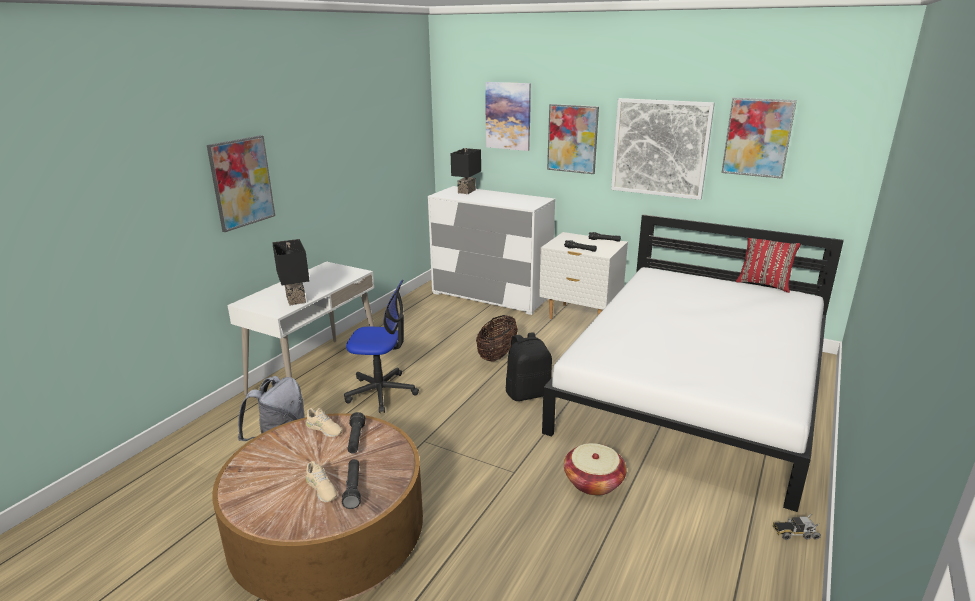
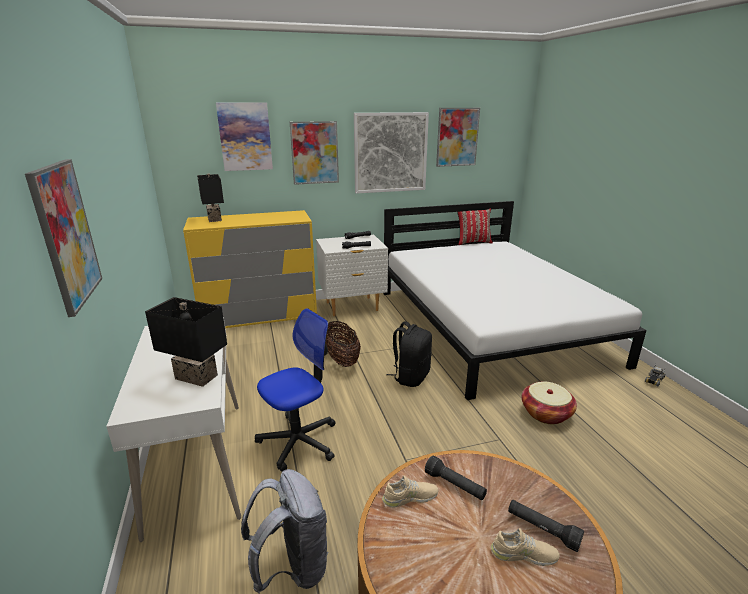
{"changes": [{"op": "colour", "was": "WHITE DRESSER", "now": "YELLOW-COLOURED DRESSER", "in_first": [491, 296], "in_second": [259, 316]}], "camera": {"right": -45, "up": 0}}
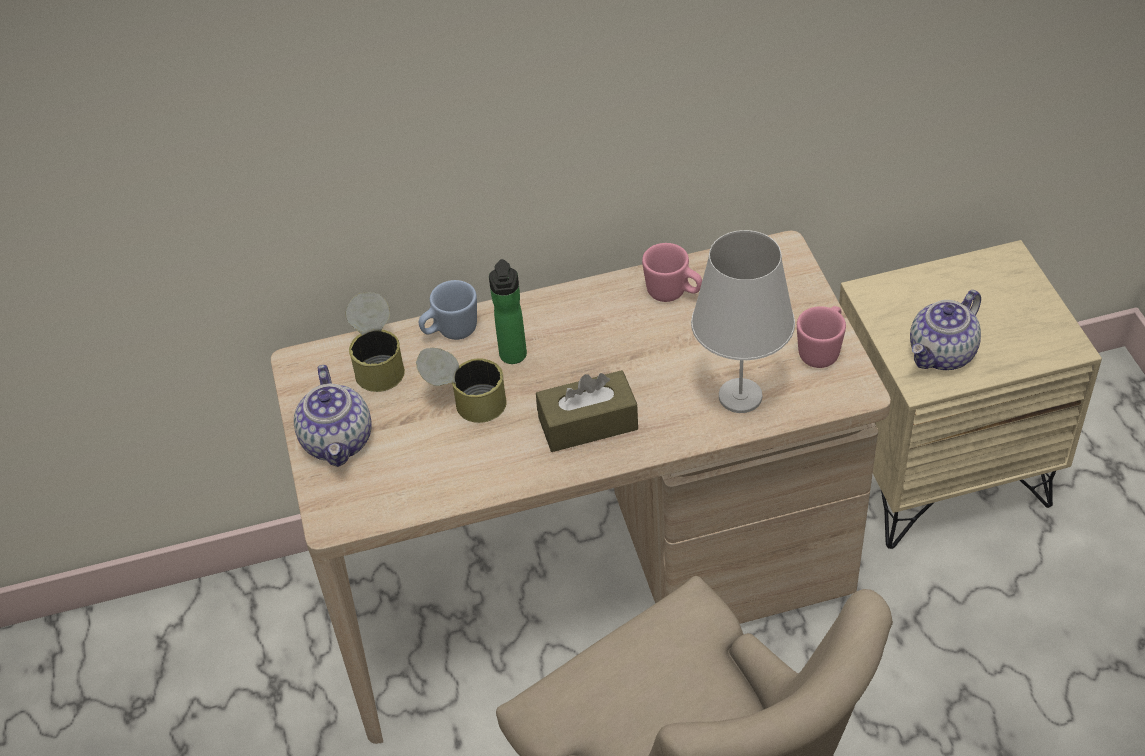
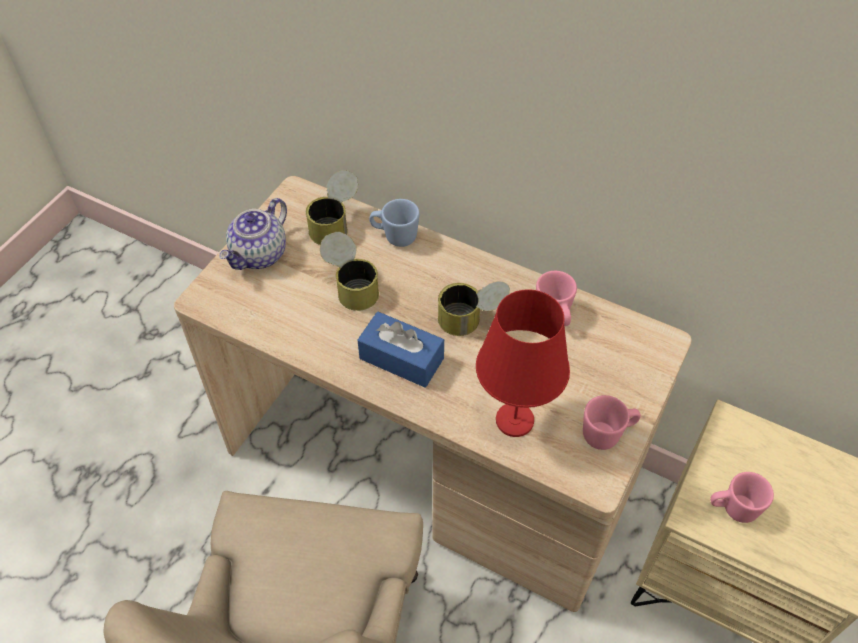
{"changes": [{"op": "colour", "was": "BROWN TISSUE HOLDER", "now": "BLUE-COLOURED TISSUE HOLDER", "in_first": [588, 423], "in_second": [401, 358]}, {"op": "appeared", "now": "METAL CAN", "in_second": [471, 320]}, {"op": "colour", "was": "WHITE TABLE LAMP", "now": "RED TABLE LAMP", "in_first": [741, 396], "in_second": [515, 420]}, {"op": "exchanged", "was": "TEA POT", "now": "PINK-COLOURED COFFEE MUG", "in_first": [942, 354], "in_second": [733, 509]}, {"op": "missing", "was": "DRINK BOTTLE", "in_first": [513, 358]}], "camera": {"right": 40, "up": 5}}
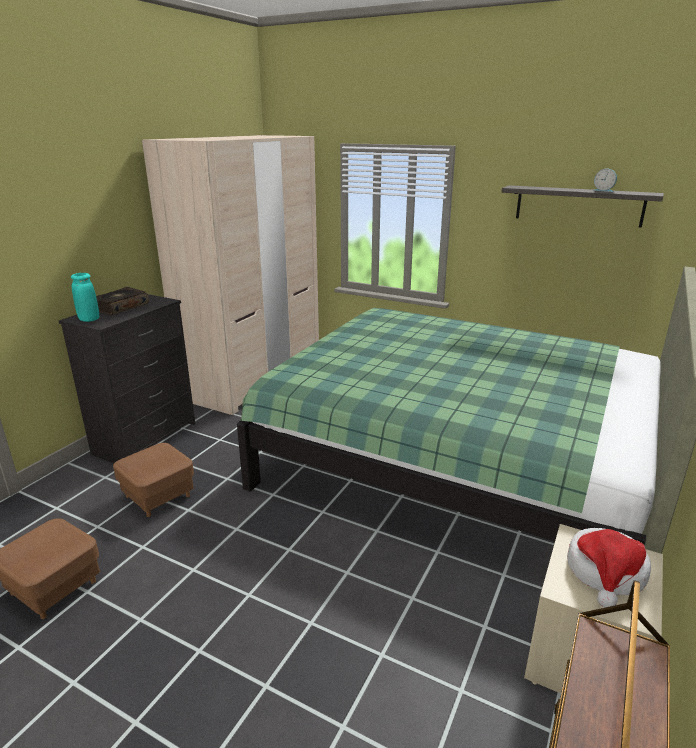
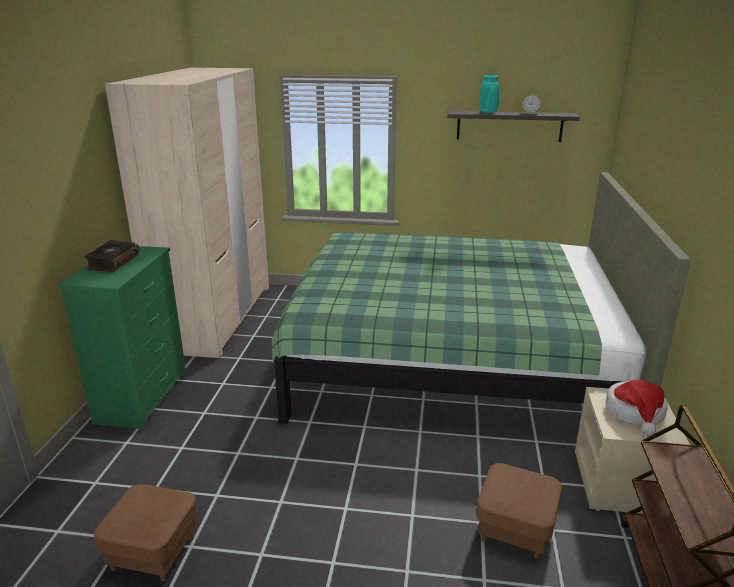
{"changes": [{"op": "colour", "was": "BLACK-COLOURED DRESSER", "now": "GREEN DRESSER", "in_first": [146, 438], "in_second": [143, 396]}, {"op": "relocated", "was": "BROWN POUFFE", "in_first": [158, 496], "in_second": [515, 529]}, {"op": "relocated", "was": "TURQUOISE VASE", "in_first": [89, 320], "in_second": [488, 112]}], "camera": {"right": -20, "up": 0}}
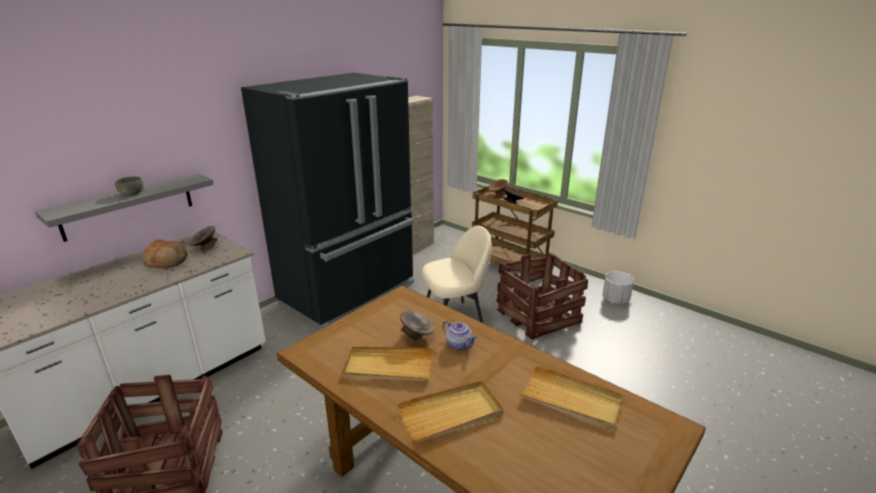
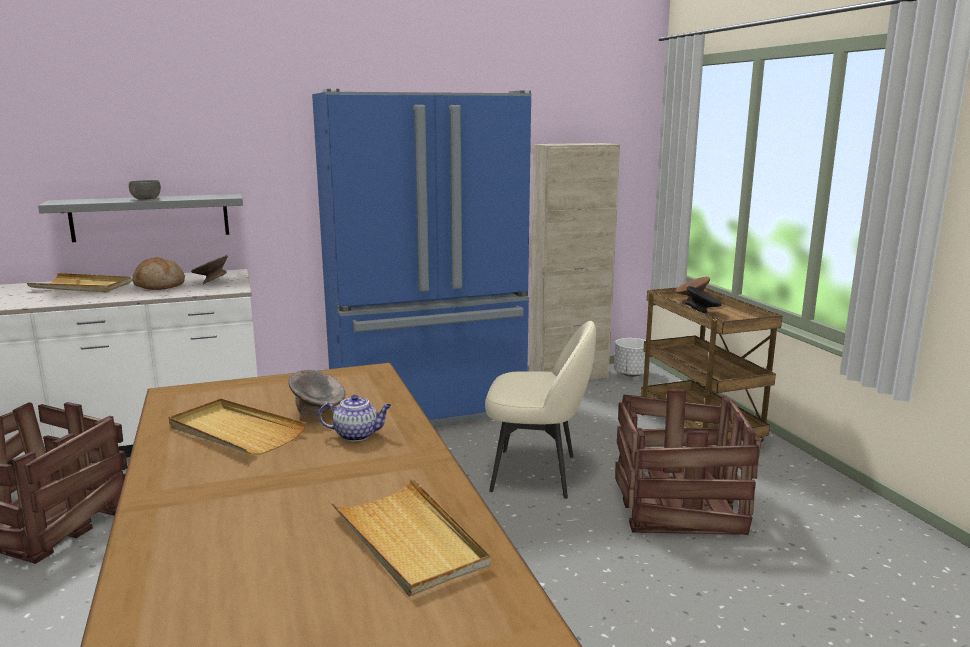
{"changes": [{"op": "relocated", "was": "BEIGE-COLOURED SERVING TRAY", "in_first": [450, 413], "in_second": [82, 286]}, {"op": "colour", "was": "BLACK-COLOURED REFRIGERATOR", "now": "BLUE-COLOURED REFRIGERATOR", "in_first": [350, 293], "in_second": [428, 408]}, {"op": "spun", "was": "TEA POT", "in_first": [459, 345], "in_second": [357, 435], "clockwise": -75}, {"op": "relocated", "was": "WHITE PLANT POT", "in_first": [615, 299], "in_second": [631, 374]}], "camera": {"right": 30, "up": -10}}
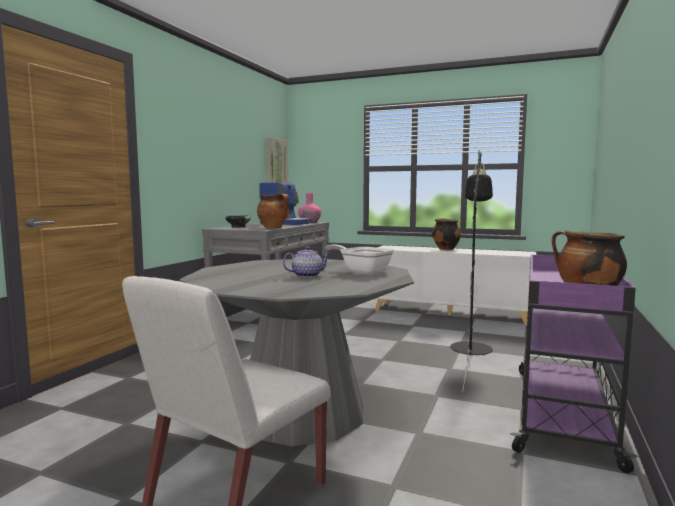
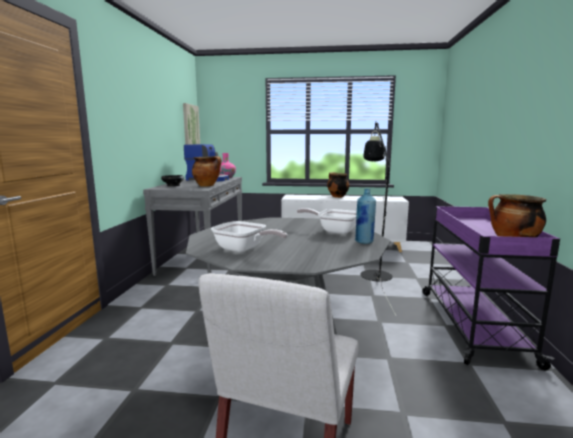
{"changes": [{"op": "appeared", "now": "PAN", "in_second": [244, 249]}, {"op": "appeared", "now": "BLUE-COLOURED DRINK BOTTLE", "in_second": [364, 242]}, {"op": "missing", "was": "TEA POT", "in_first": [307, 275]}], "camera": {"right": -15, "up": 5}}
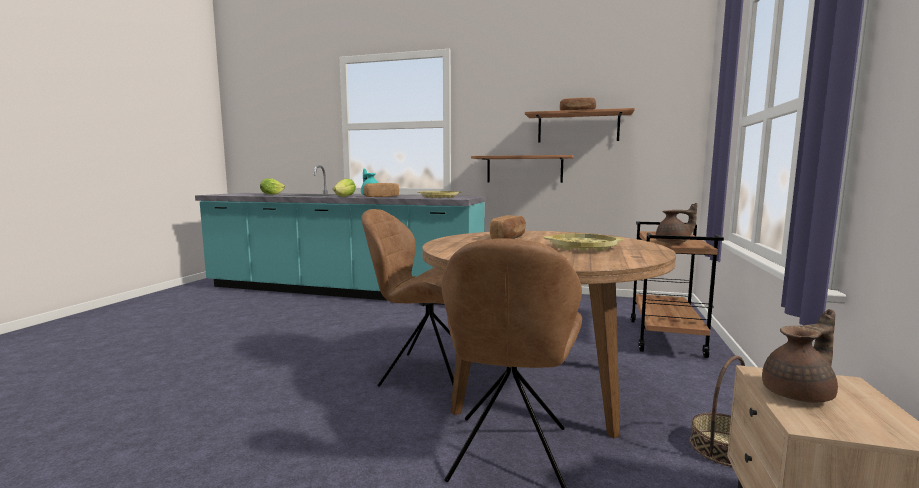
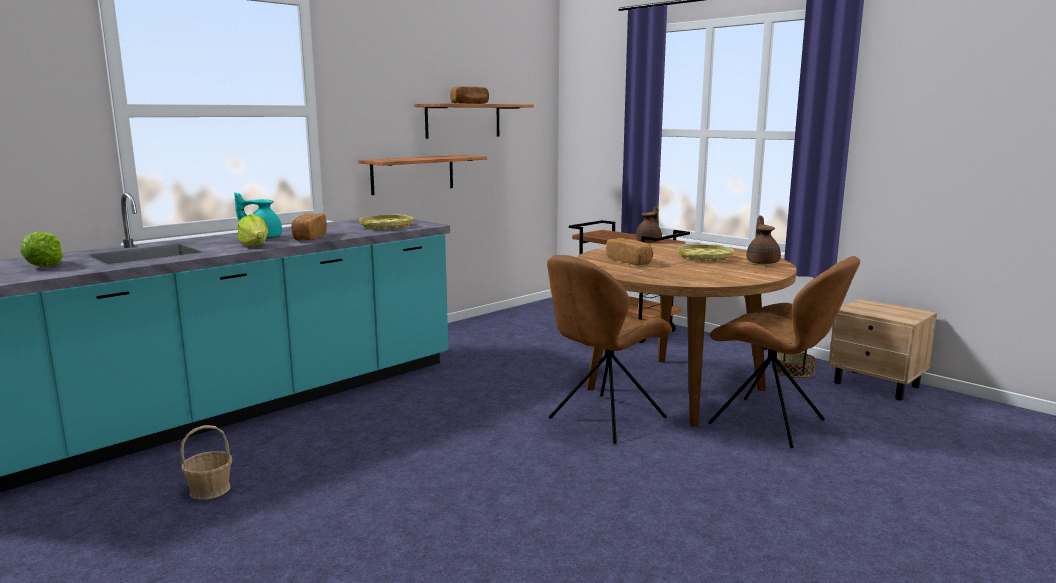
{"changes": [{"op": "appeared", "now": "HOUSEHOLD BASKET", "in_second": [210, 489]}, {"op": "relocated", "was": "BROWN TEA POT", "in_first": [799, 394], "in_second": [762, 262]}], "camera": {"right": -60, "up": 5}}
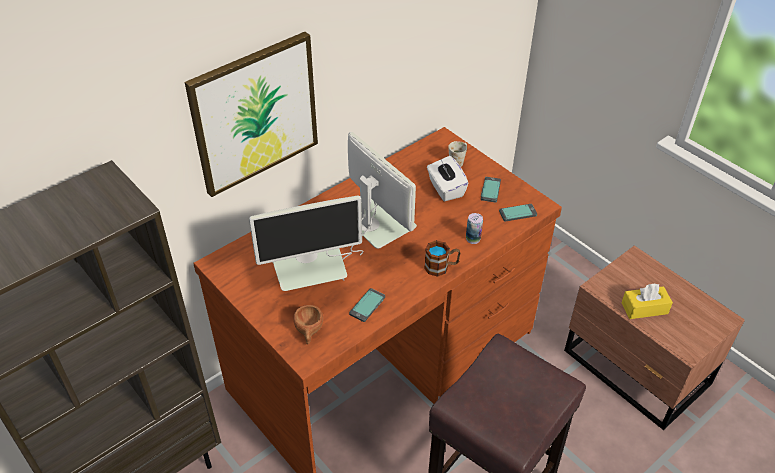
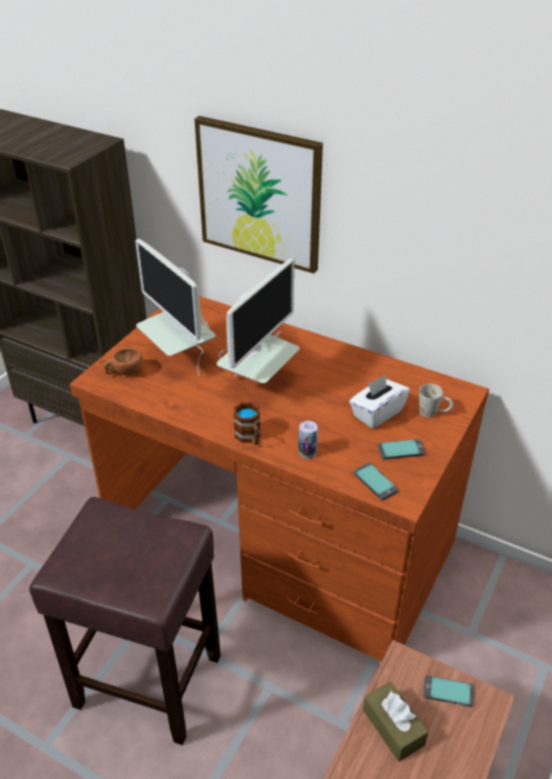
{"changes": [{"op": "colour", "was": "YELLOW-COLOURED TISSUE HOLDER", "now": "BROWN TISSUE HOLDER", "in_first": [644, 308], "in_second": [393, 727]}, {"op": "relocated", "was": "HANDSET", "in_first": [367, 305], "in_second": [448, 692]}], "camera": {"right": 70, "up": -5}}
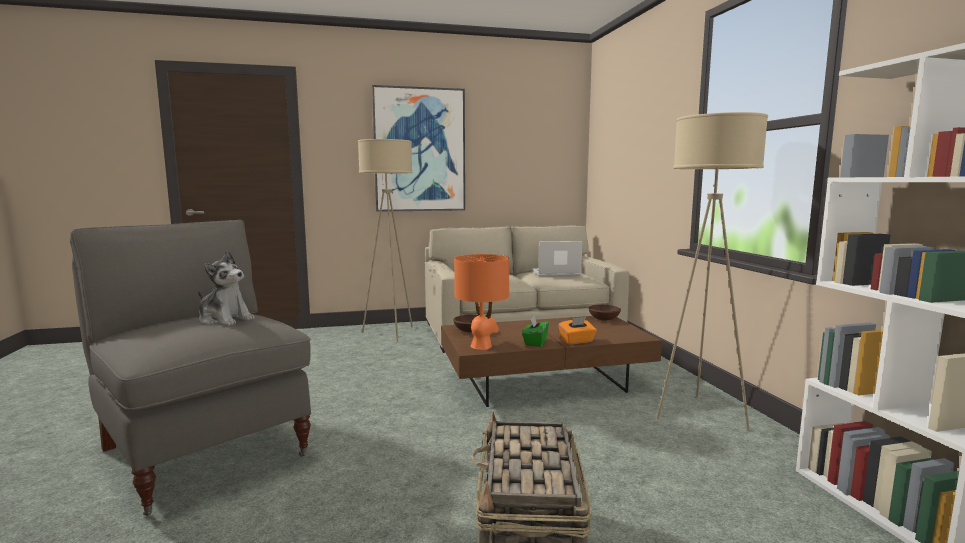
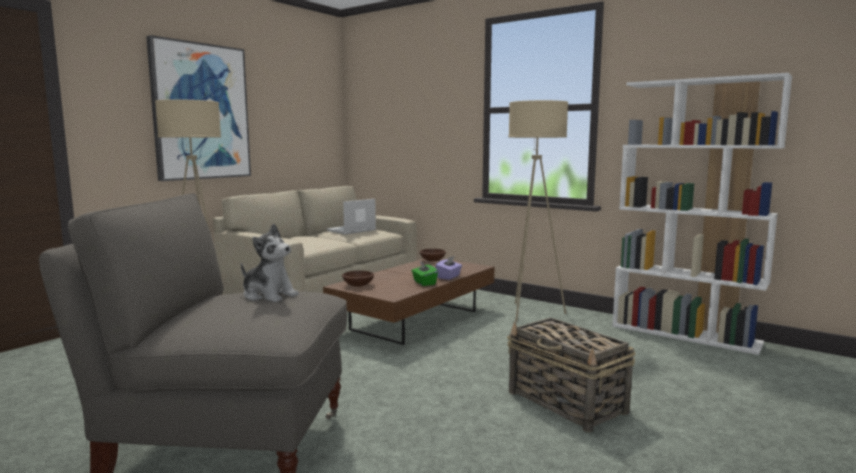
{"changes": [{"op": "spun", "was": "PLUSH TOY", "in_first": [225, 320], "in_second": [269, 295], "clockwise": 45}, {"op": "colour", "was": "ORANGEY TISSUE HOLDER", "now": "PURPLISH TISSUE HOLDER", "in_first": [577, 341], "in_second": [449, 277]}, {"op": "missing", "was": "ORANGEY TABLE LAMP", "in_first": [481, 346]}], "camera": {"right": -40, "up": 0}}
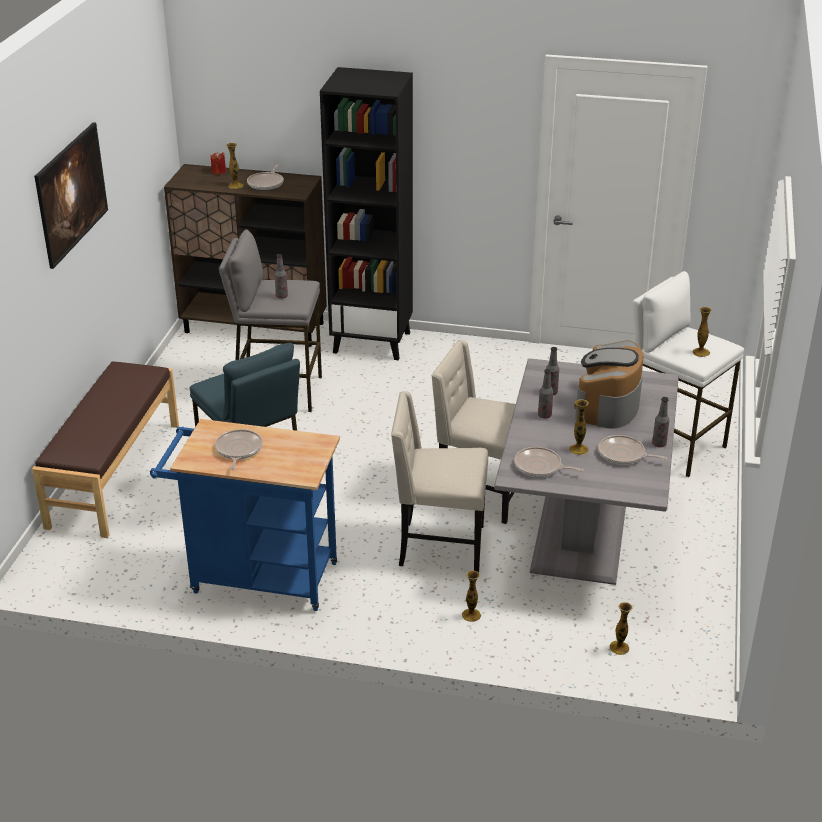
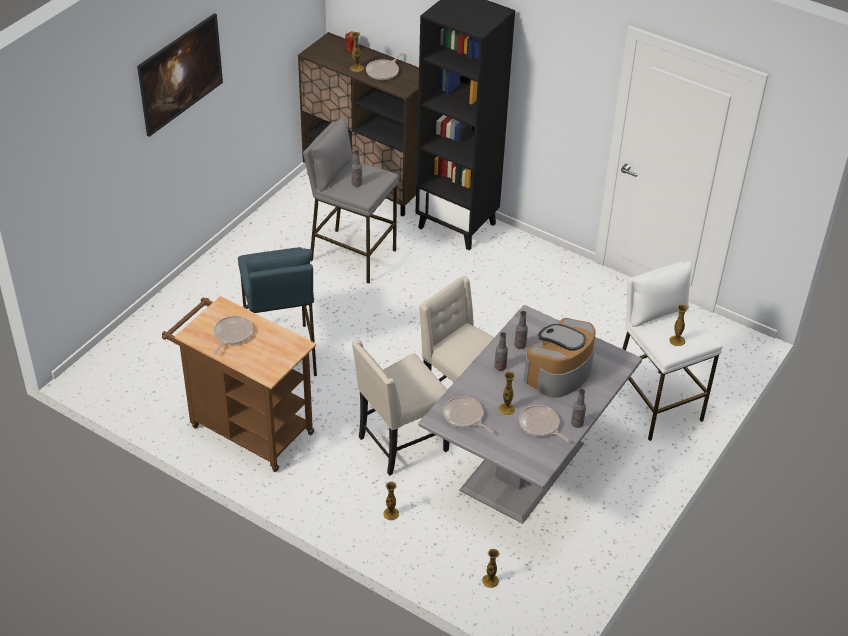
{"changes": [{"op": "colour", "was": "BLUE-COLOURED WHEELED CART", "now": "BROWN WHEELED CART", "in_first": [256, 577], "in_second": [245, 428]}, {"op": "spun", "was": "BEIGE-COLOURED CHAIR", "in_first": [439, 547], "in_second": [400, 444], "clockwise": -60}, {"op": "missing", "was": "BROWN INDOOR BENCH", "in_first": [113, 474]}], "camera": {"right": 20, "up": 10}}
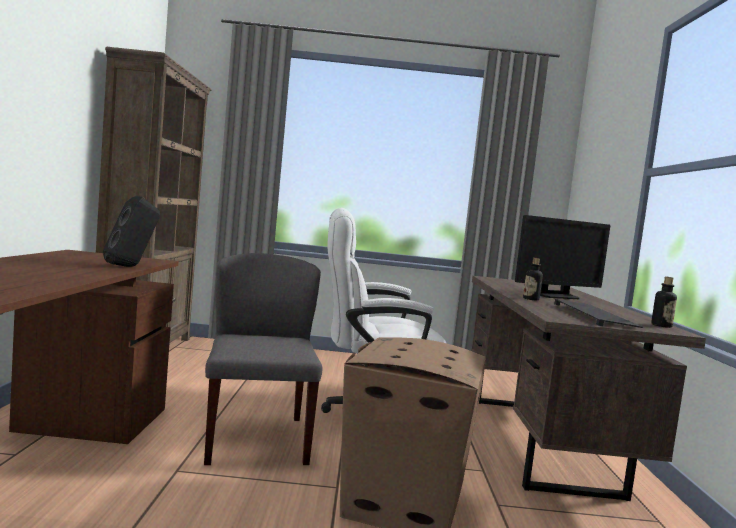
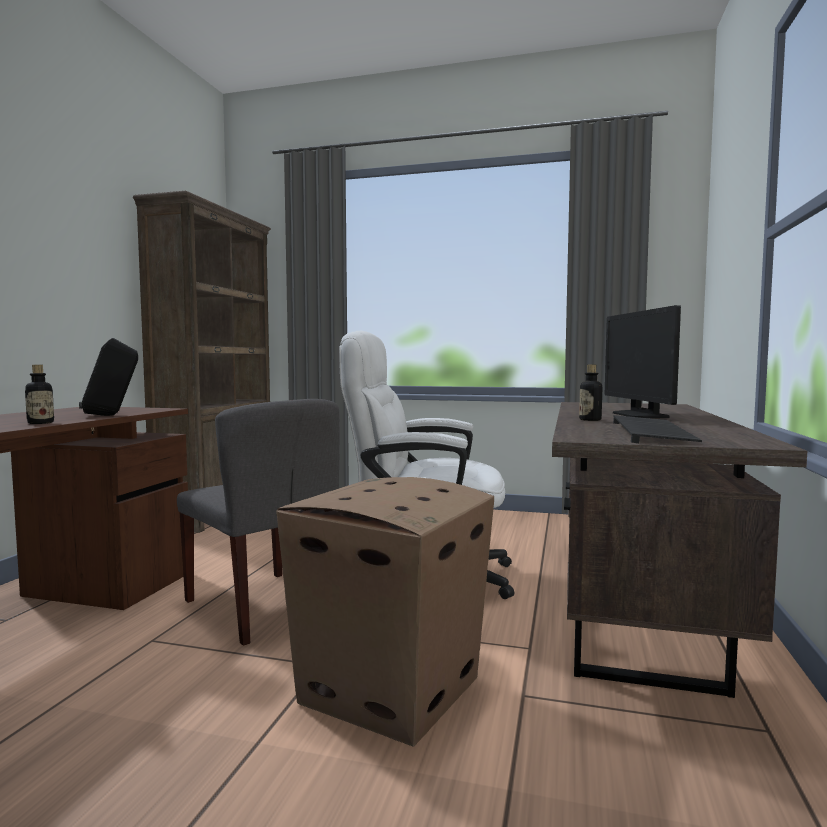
{"changes": [{"op": "relocated", "was": "DRINK BOTTLE", "in_first": [661, 325], "in_second": [40, 423]}, {"op": "spun", "was": "GREY CHAIR", "in_first": [255, 439], "in_second": [265, 605], "clockwise": 135}, {"op": "spun", "was": "COMPUTER DISPLAY", "in_first": [555, 296], "in_second": [640, 415], "clockwise": 90}], "camera": {"right": 15, "up": 0}}
